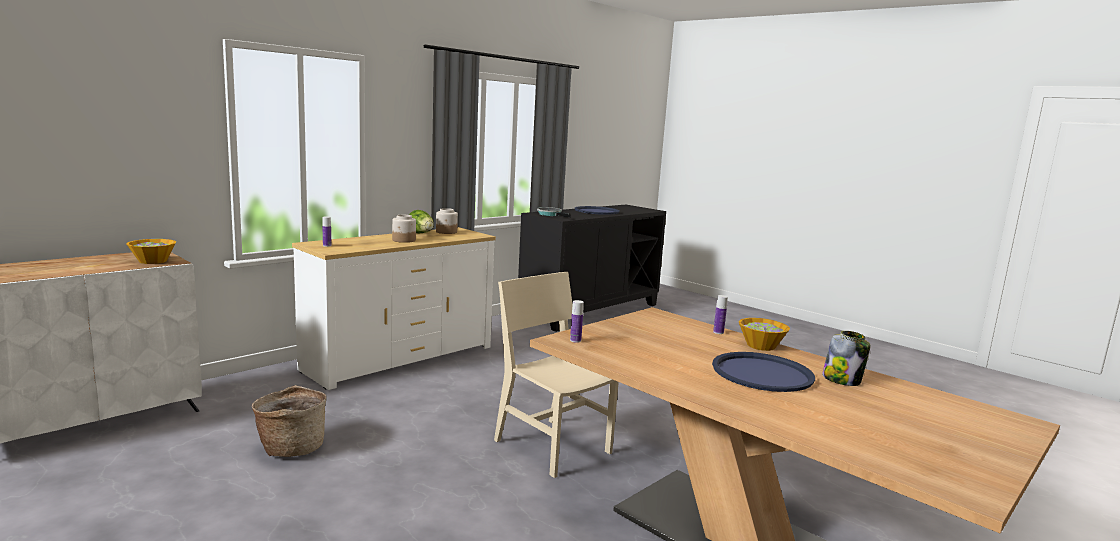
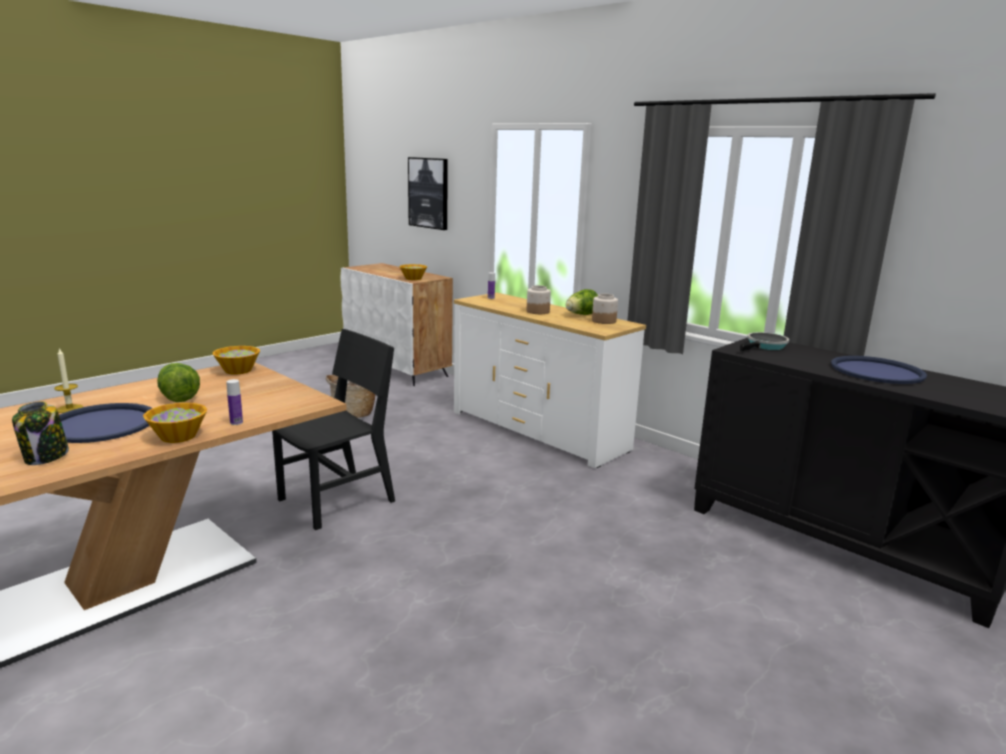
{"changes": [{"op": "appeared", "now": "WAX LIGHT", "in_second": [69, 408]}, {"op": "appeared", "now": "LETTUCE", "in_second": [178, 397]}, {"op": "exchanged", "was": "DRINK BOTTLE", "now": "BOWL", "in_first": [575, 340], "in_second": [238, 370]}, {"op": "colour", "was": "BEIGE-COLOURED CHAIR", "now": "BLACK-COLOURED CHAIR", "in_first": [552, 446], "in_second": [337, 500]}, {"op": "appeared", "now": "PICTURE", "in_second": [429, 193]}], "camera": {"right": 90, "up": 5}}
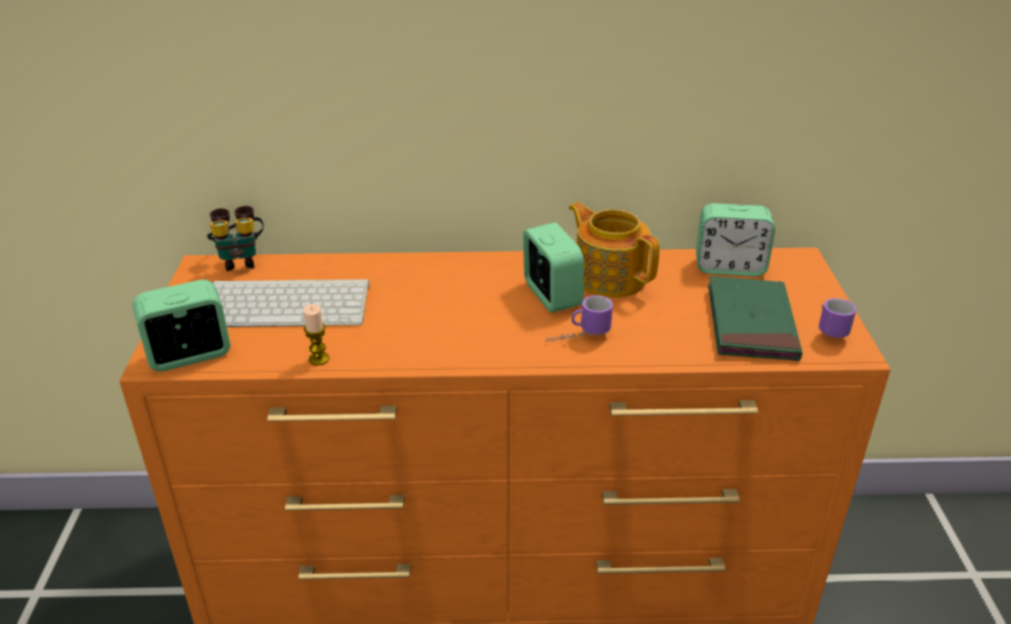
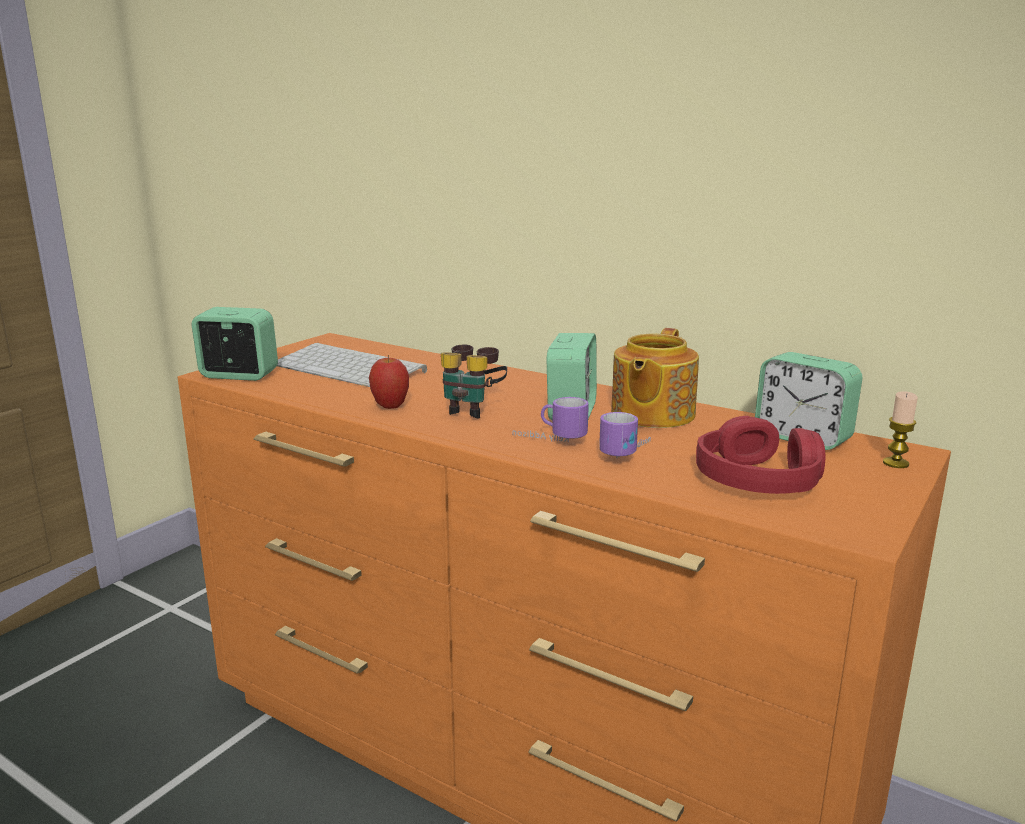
{"changes": [{"op": "appeared", "now": "WHOLE APPLE", "in_second": [390, 407]}, {"op": "relocated", "was": "PAIR OF BINOCULARS", "in_first": [240, 260], "in_second": [472, 410]}, {"op": "relocated", "was": "COFFEE MUG", "in_first": [828, 326], "in_second": [629, 454]}, {"op": "spun", "was": "TEA POT", "in_first": [609, 277], "in_second": [651, 414], "clockwise": -150}, {"op": "exchanged", "was": "GREEN BOOK", "now": "RED PAIR OF HEADPHONES", "in_first": [751, 323], "in_second": [758, 479]}, {"op": "relocated", "was": "WAX LIGHT", "in_first": [319, 359], "in_second": [895, 463]}], "camera": {"right": 35, "up": -15}}
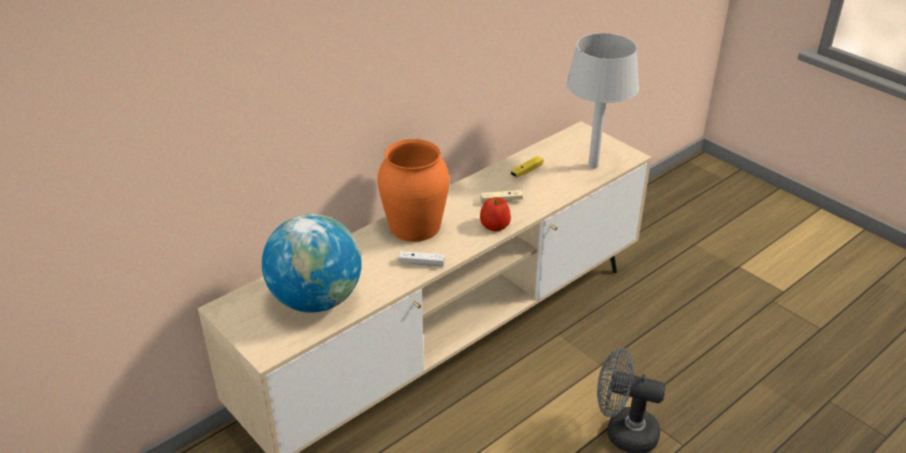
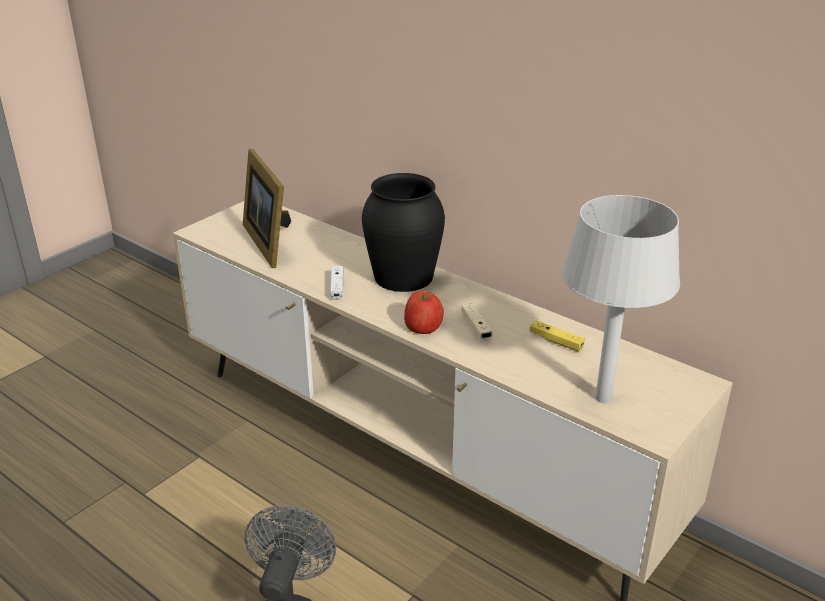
{"changes": [{"op": "exchanged", "was": "WORLD GLOBE", "now": "STANDING FRAME", "in_first": [316, 299], "in_second": [270, 241]}, {"op": "colour", "was": "ORANGEY VASE", "now": "BLACK-COLOURED VASE", "in_first": [415, 226], "in_second": [403, 277]}], "camera": {"right": 80, "up": -5}}
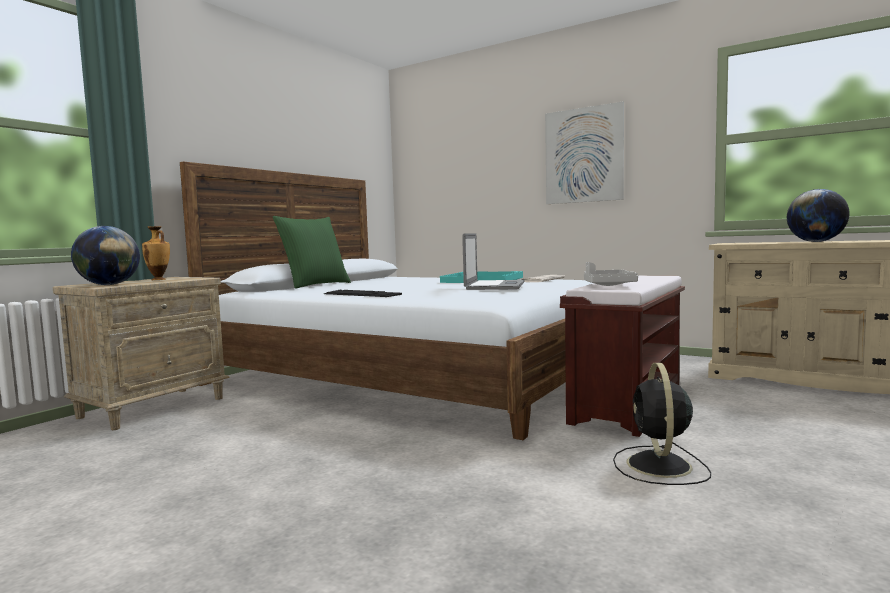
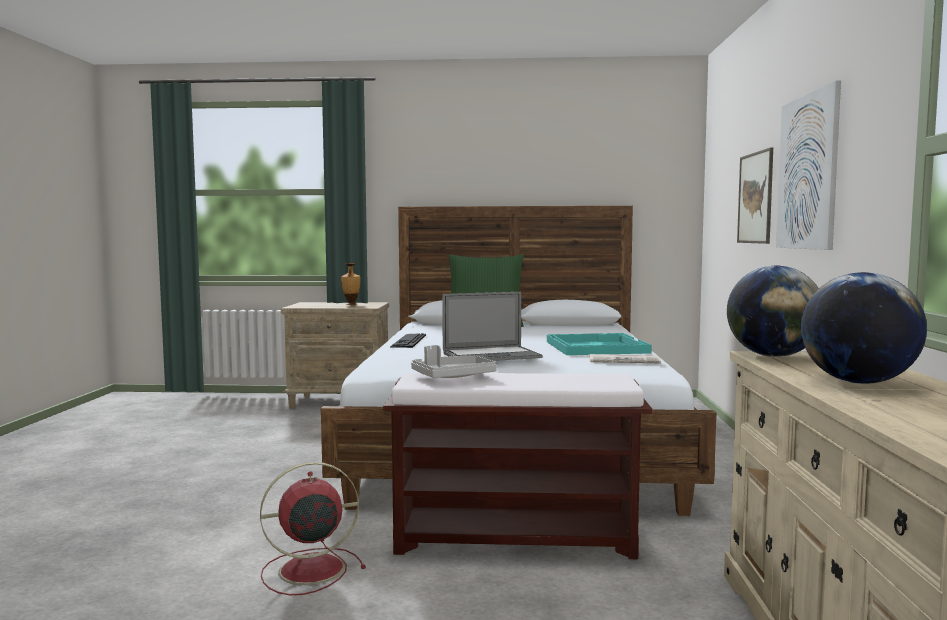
{"changes": [{"op": "colour", "was": "BLACK-COLOURED FAN", "now": "RED FAN", "in_first": [659, 466], "in_second": [308, 570]}, {"op": "relocated", "was": "WORLD GLOBE", "in_first": [108, 285], "in_second": [772, 356]}, {"op": "appeared", "now": "PICTURE", "in_second": [755, 198]}], "camera": {"right": 60, "up": 0}}
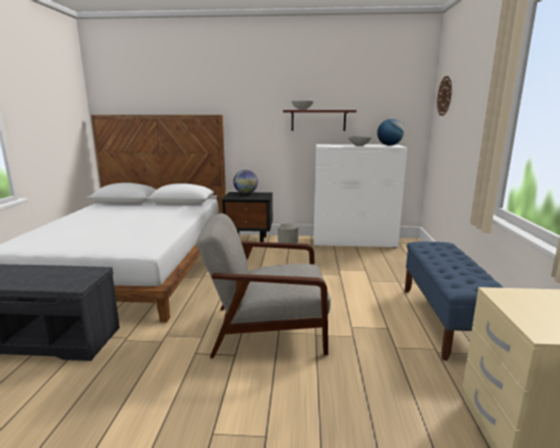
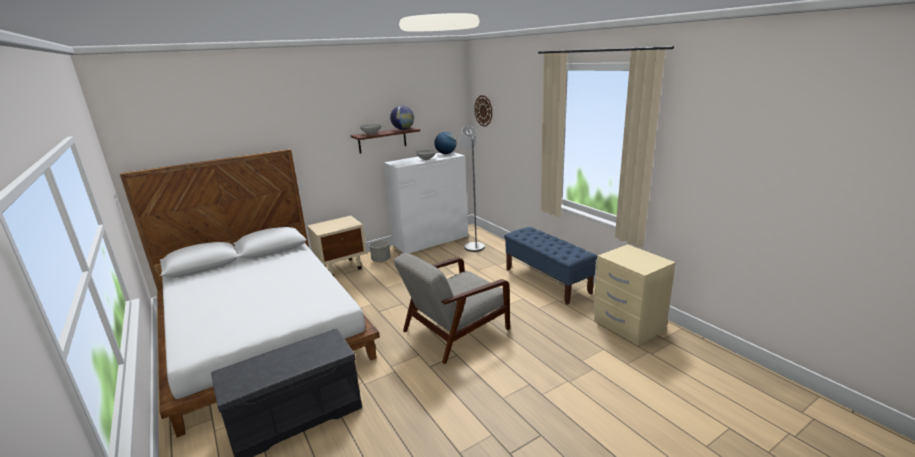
{"changes": [{"op": "colour", "was": "BLACK-COLOURED NIGHTSTAND", "now": "BEIGE-COLOURED NIGHTSTAND", "in_first": [249, 240], "in_second": [342, 267]}, {"op": "relocated", "was": "WORLD GLOBE", "in_first": [245, 193], "in_second": [403, 129]}, {"op": "appeared", "now": "GREY STANDING LAMP", "in_second": [473, 246]}], "camera": {"right": -35, "up": 5}}
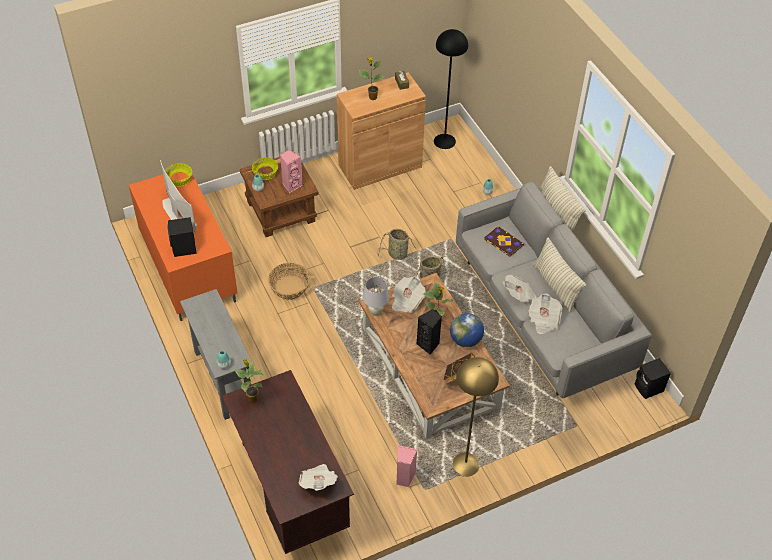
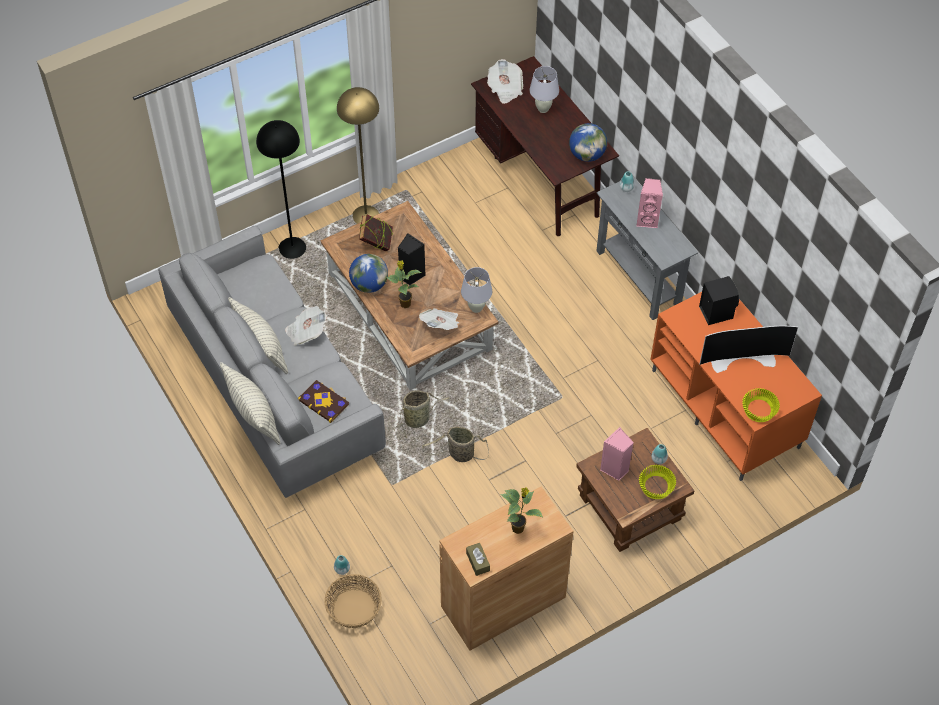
{"changes": [{"op": "relocated", "was": "BLACK-COLOURED STANDING LAMP", "in_first": [444, 141], "in_second": [292, 248]}, {"op": "relocated", "was": "HOUSEHOLD BASKET", "in_first": [289, 287], "in_second": [354, 608]}, {"op": "appeared", "now": "WHITE TABLE LAMP", "in_second": [543, 109]}, {"op": "exchanged", "was": "HOUSEPLANT", "now": "WORLD GLOBE", "in_first": [252, 398], "in_second": [586, 155]}, {"op": "relocated", "was": "PINK-COLOURED LOUDSPEAKER", "in_first": [404, 478], "in_second": [647, 220]}, {"op": "spun", "was": "TV", "in_first": [176, 214], "in_second": [743, 358], "clockwise": -60}, {"op": "missing", "was": "DAILY PAPER", "in_first": [543, 320]}, {"op": "missing", "was": "BLACK-COLOURED LOUDSPEAKER", "in_first": [649, 388]}], "camera": {"right": 175, "up": 5}}
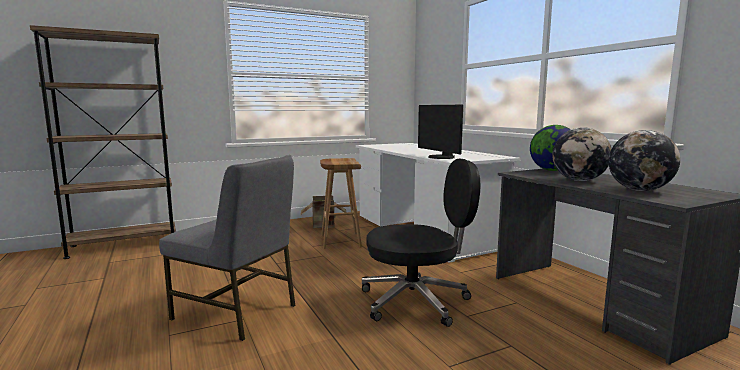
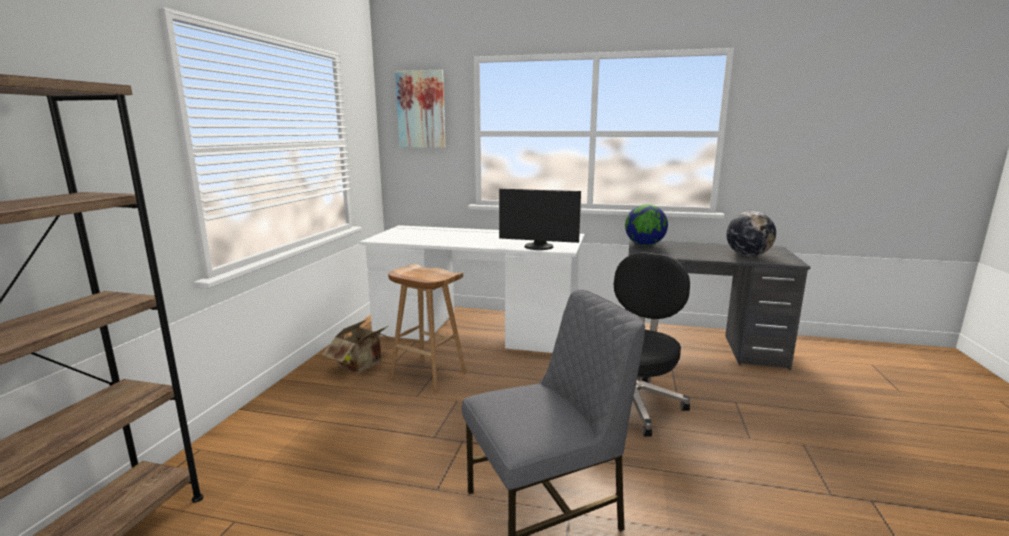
{"changes": [{"op": "appeared", "now": "PICTURE", "in_second": [421, 109]}, {"op": "missing", "was": "WORLD GLOBE", "in_first": [579, 180]}], "camera": {"right": -50, "up": 5}}
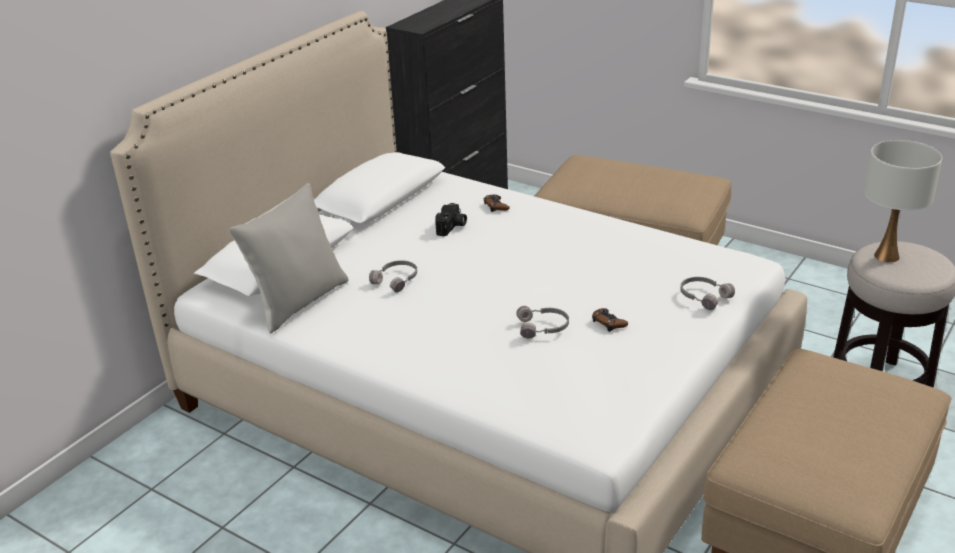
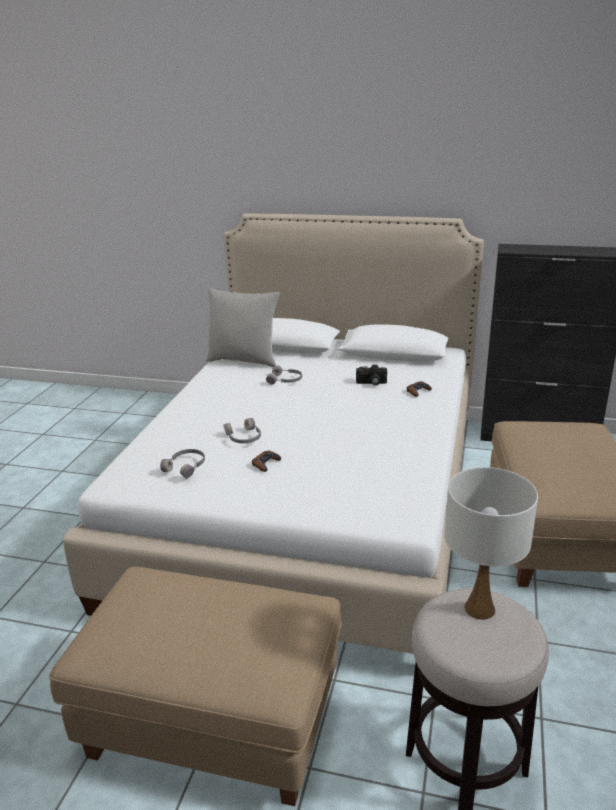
{"changes": [{"op": "relocated", "was": "GREY PAIR OF HEADPHONES", "in_first": [704, 296], "in_second": [186, 467]}], "camera": {"right": 70, "up": -5}}
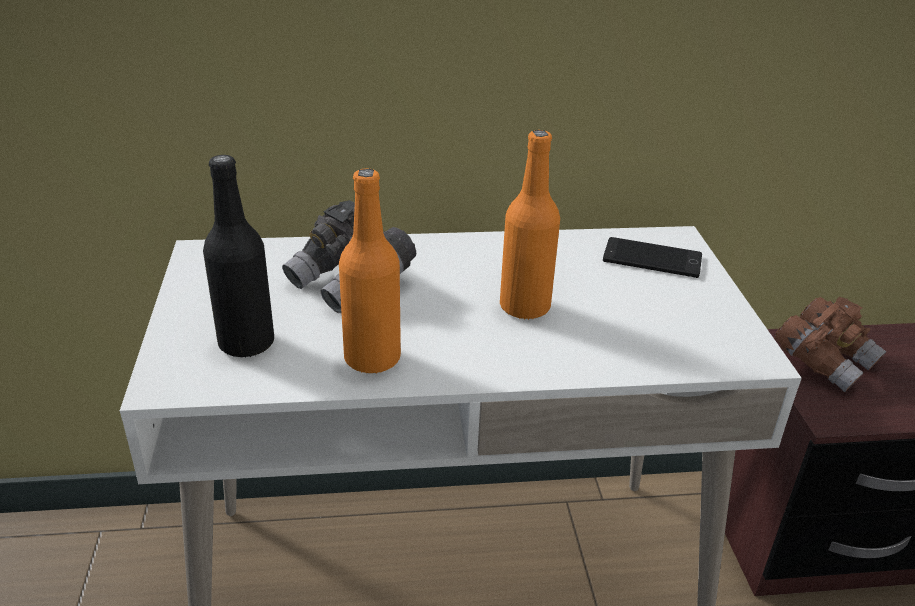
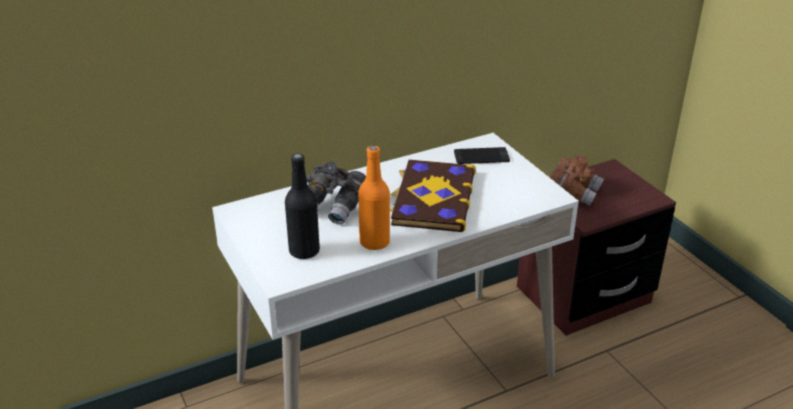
{"changes": [{"op": "exchanged", "was": "ORANGEY DRINK BOTTLE", "now": "BOOK", "in_first": [524, 307], "in_second": [432, 198]}], "camera": {"right": -20, "up": 0}}
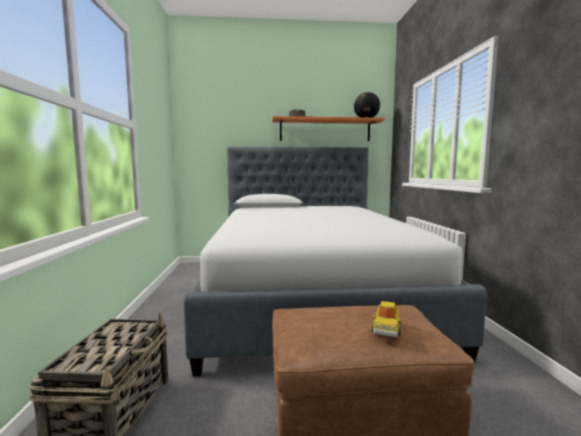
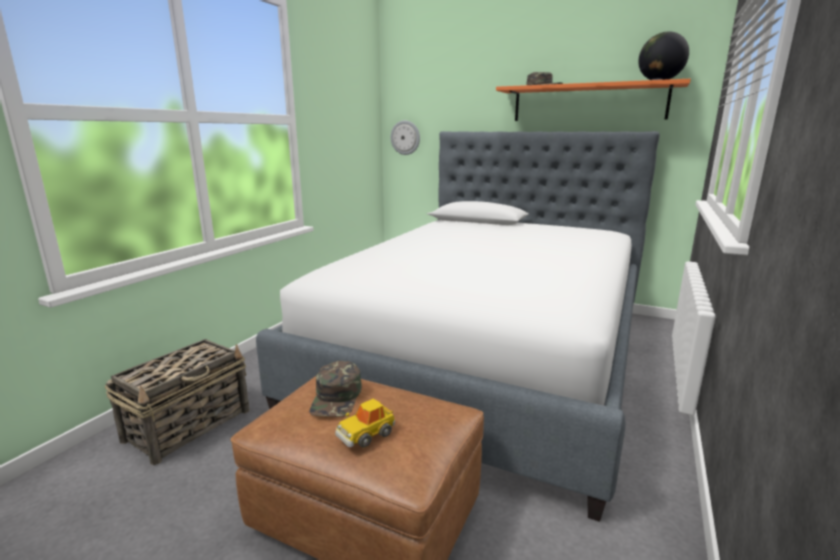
{"changes": [{"op": "appeared", "now": "GREEN CAP", "in_second": [337, 397]}, {"op": "appeared", "now": "WALL CLOCK", "in_second": [405, 137]}], "camera": {"right": 30, "up": 10}}
